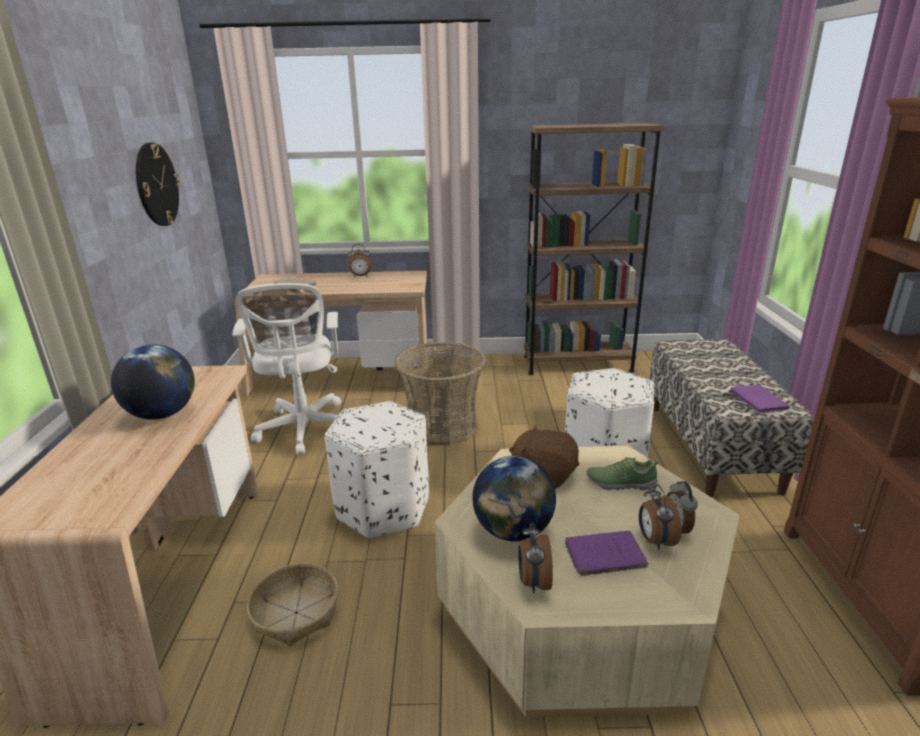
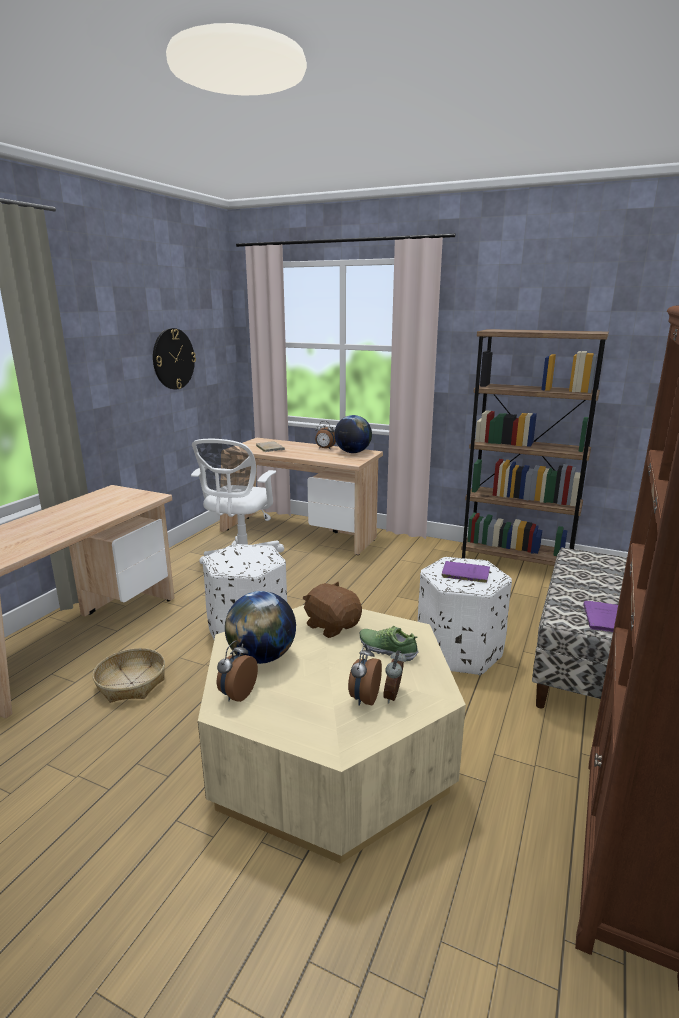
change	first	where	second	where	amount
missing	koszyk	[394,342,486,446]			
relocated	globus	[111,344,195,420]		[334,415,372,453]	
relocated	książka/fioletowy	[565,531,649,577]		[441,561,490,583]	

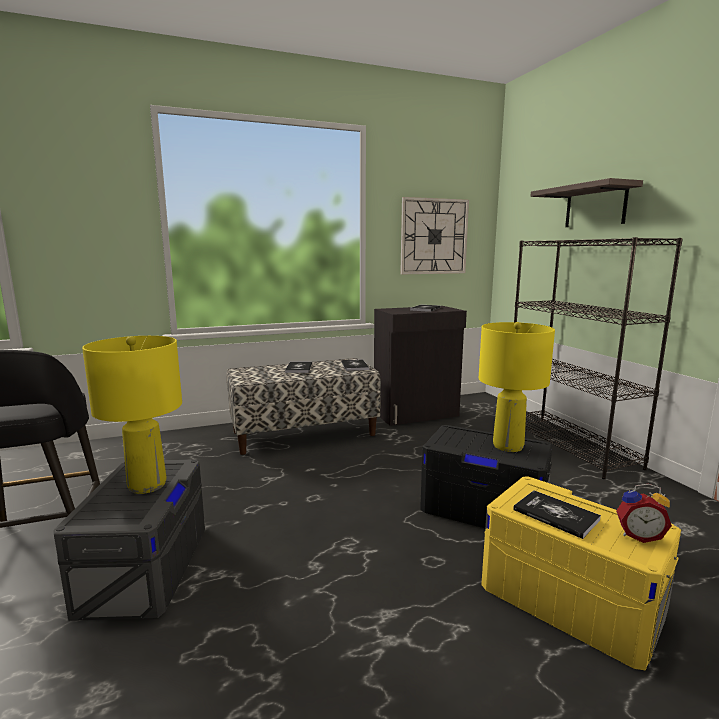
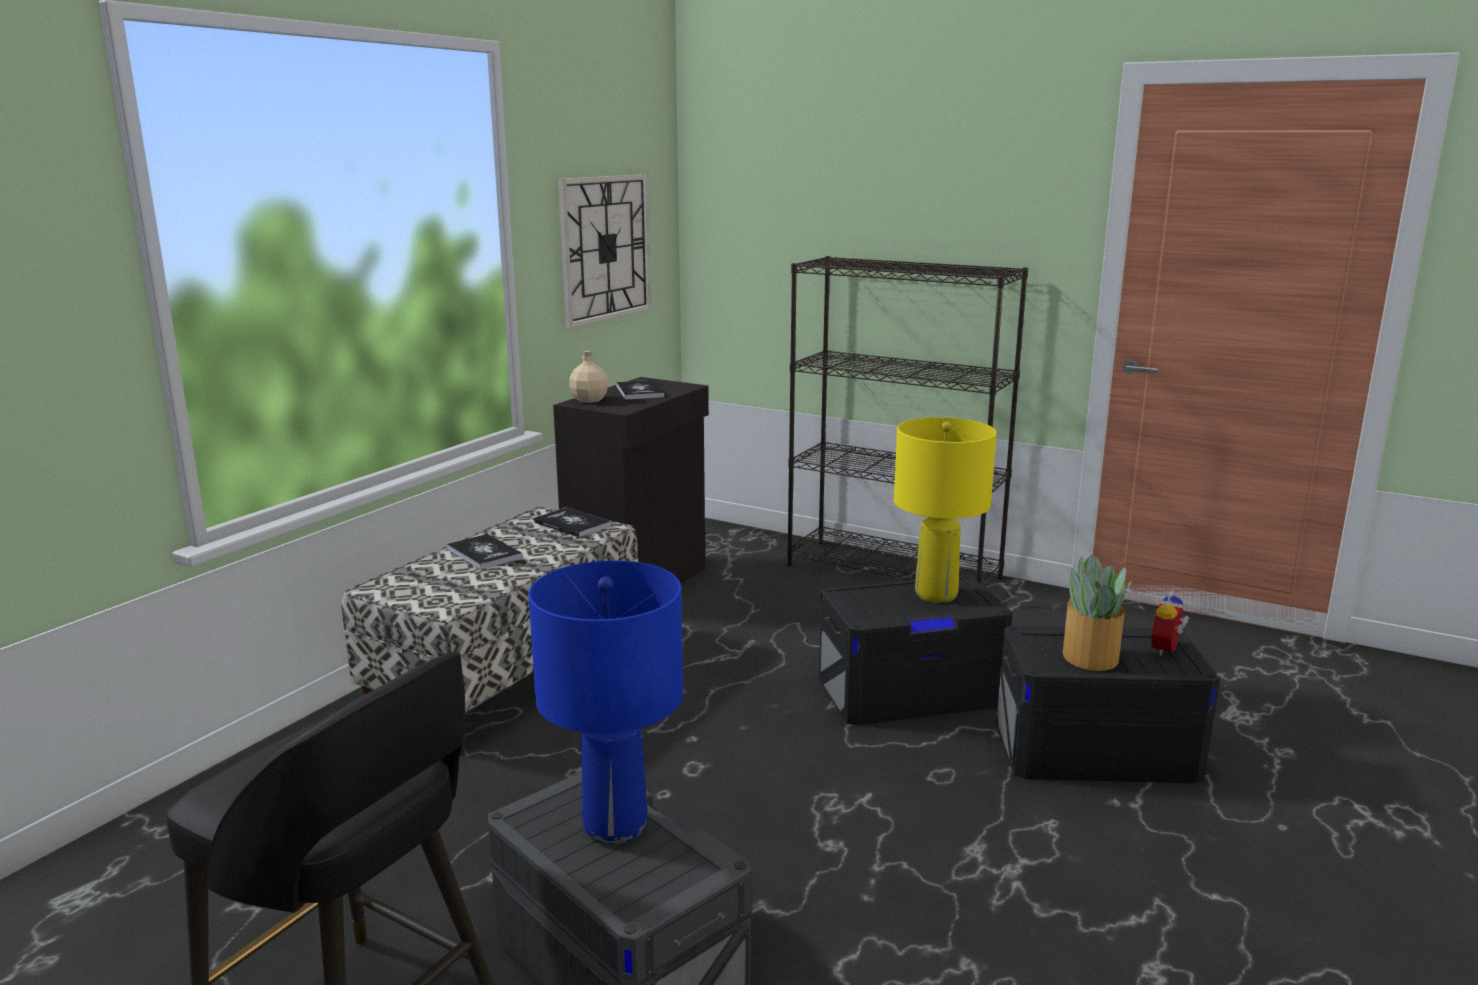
change	first	where	second	where	amount
missing	półka	[530,178,643,227]			
appeared			butelka/beżowy	[569,351,608,403]	
exchanged	książka	[513,490,601,539]	roślina doniczkowa	[1063,555,1132,671]	
colour	lampa stołowa/żółty	[82,336,182,494]	lampa stołowa/niebieski	[529,561,683,844]	
colour	pojemnik do przechowywania/żółty	[481,476,681,671]	pojemnik do przechowywania/czarny	[996,625,1220,784]	
spun	budzik	[616,484,672,543]		[1151,589,1190,656]	150 degrees clockwise

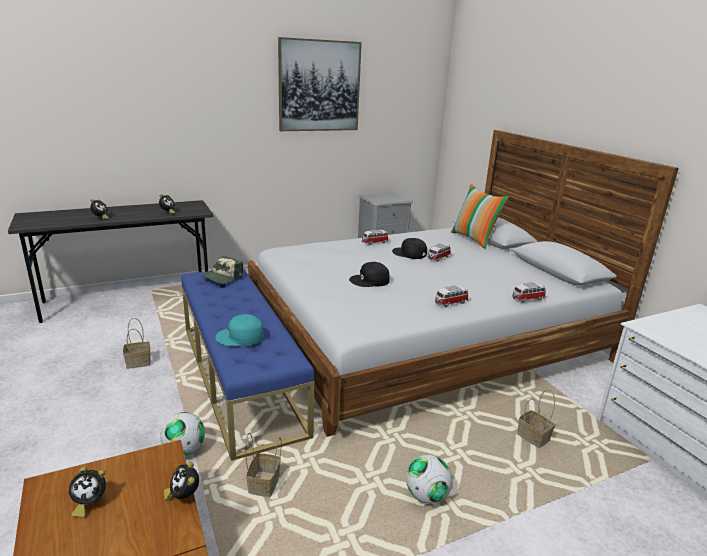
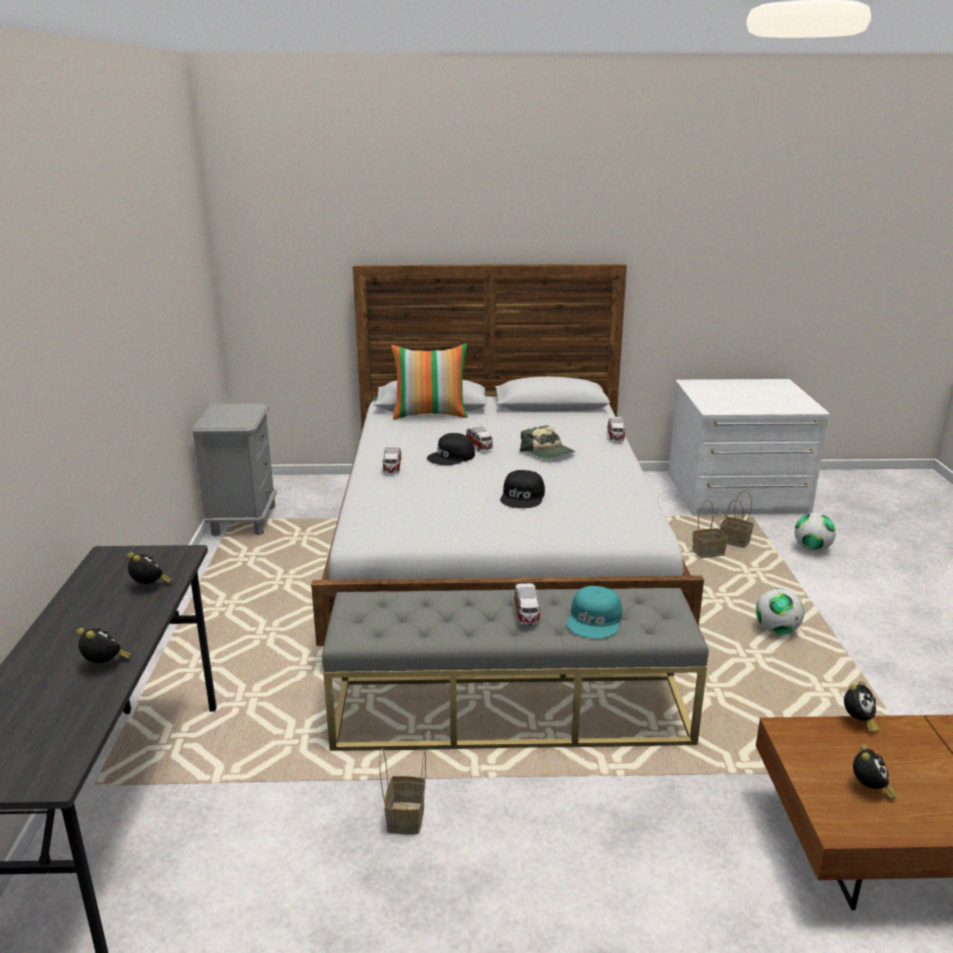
change	first	where	second	where	amount
missing	obraz	[278,37,362,131]			
relocated	piłka futbolowa	[160,412,205,456]		[794,513,836,552]	
relocated	czapka z daszkiem	[201,256,243,284]		[520,425,575,459]	
relocated	koszyk	[245,433,281,497]		[720,490,754,548]	
relocated	samochodzik	[435,286,468,307]		[514,583,541,625]	
colour	ławka/niebieski	[181,268,314,461]	ławka/szary	[322,588,709,751]	
spun	budzik	[164,462,199,501]		[844,681,879,733]	45 degrees counterclockwise

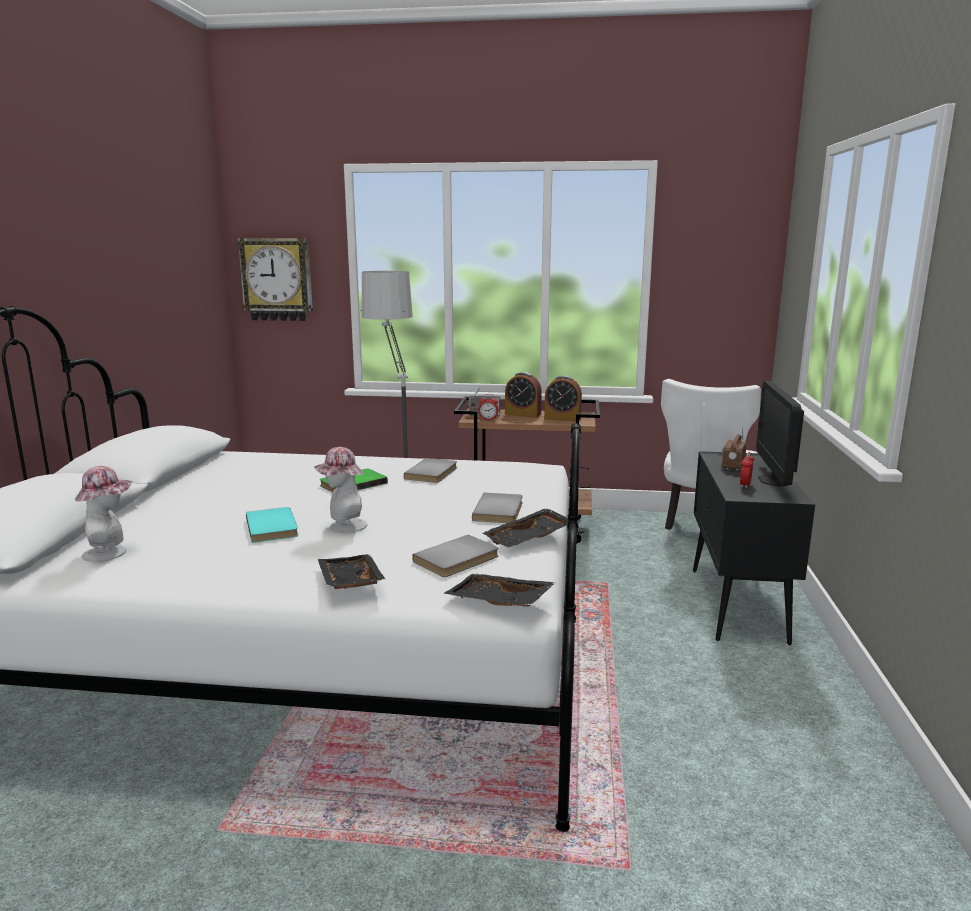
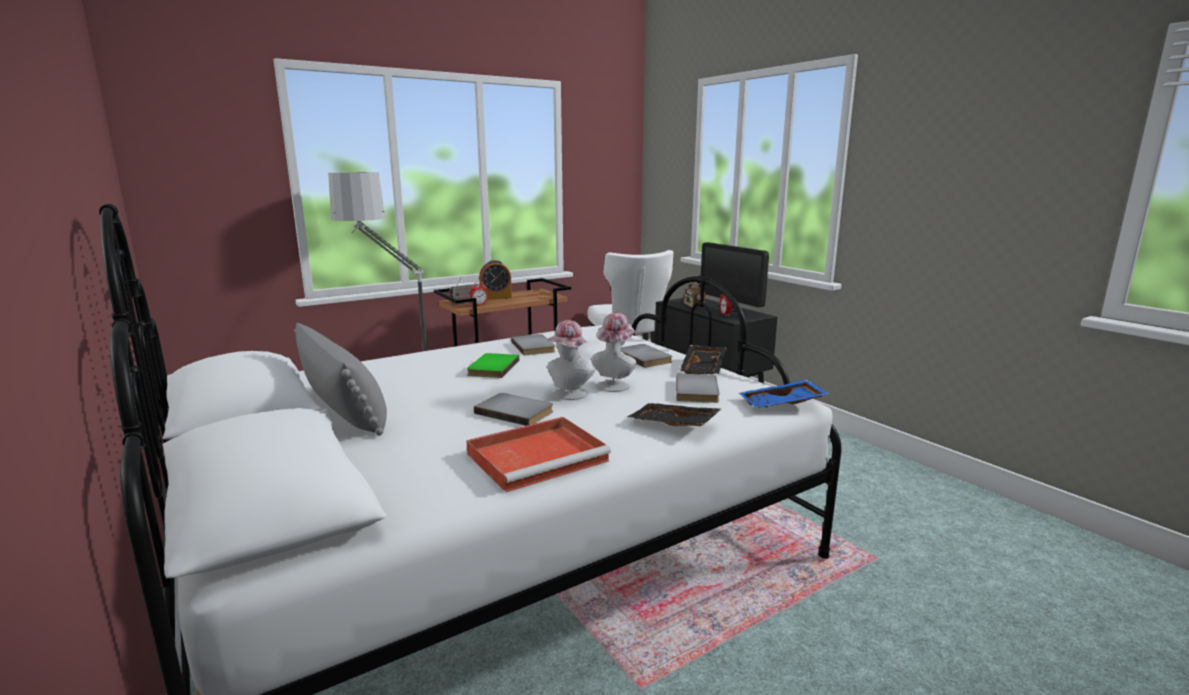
change	first	where	second	where	amount
missing	zegar ścienny	[236,238,313,321]			
missing	budzik	[544,375,582,422]			
appeared			poduszka/szary	[294,323,387,436]	
appeared			taca/czerwony	[466,417,611,492]	
relocated	kapelusz	[75,466,132,562]		[591,313,637,392]	
colour	książka/turkusowy	[246,507,298,543]	książka/szary	[474,393,553,426]	
colour	taca/czarny	[444,574,556,607]	taca/niebieski	[739,380,829,408]	

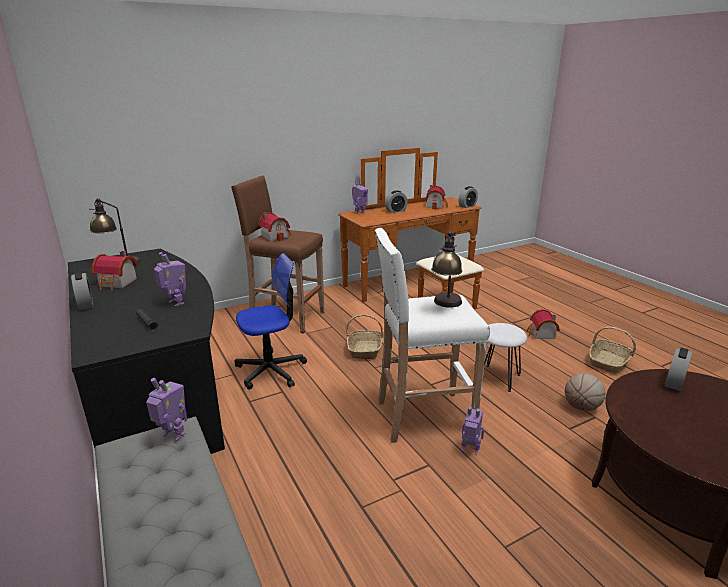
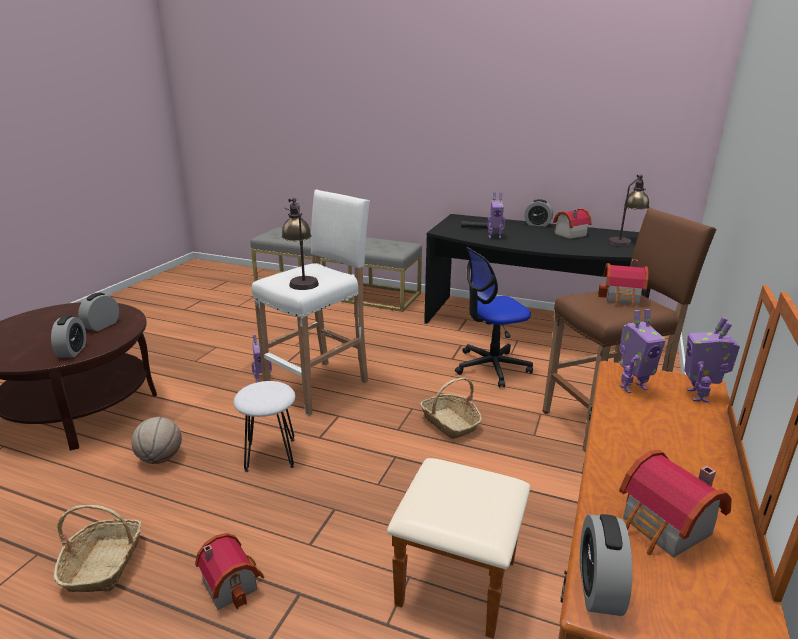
change	first	where	second	where	amount
relocated	robot zabawkowy	[146,378,187,441]		[619,309,666,393]	
relocated	budzik	[385,190,408,213]		[78,293,119,331]	
spun	krzesło biurowe	[235,253,307,390]		[455,247,533,387]	45 degrees clockwise

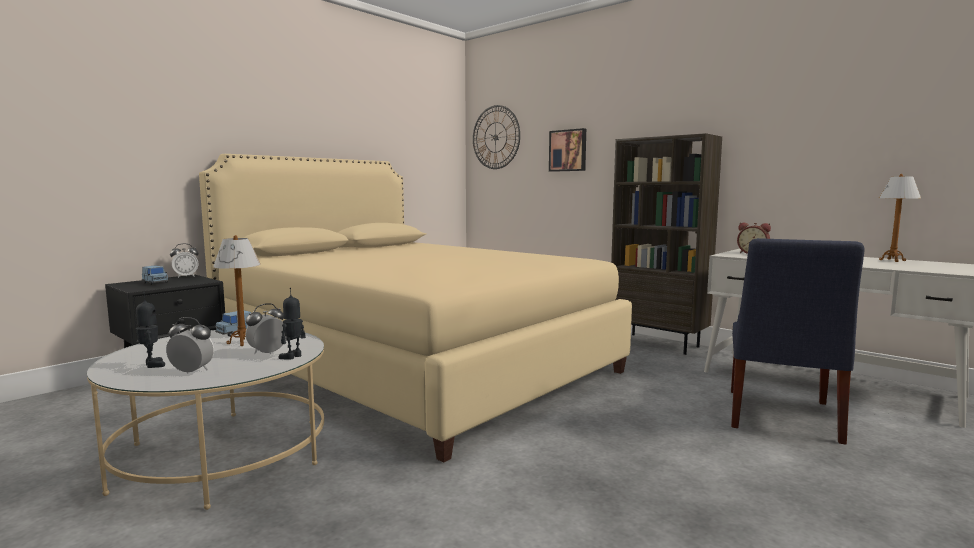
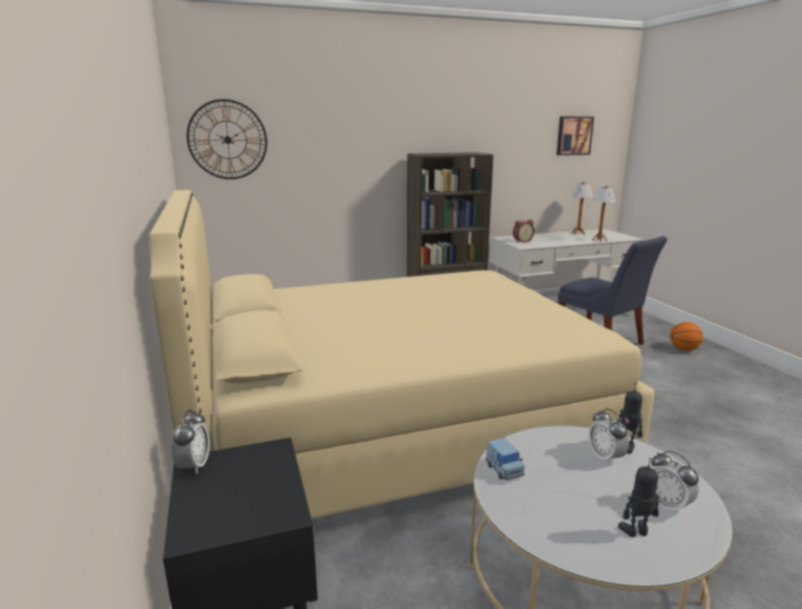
change	first	where	second	where	amount
missing	samochodzik/niebieski	[142,265,169,285]			
appeared			piłka do koszykówki	[670,322,703,351]	
relocated	lampa stołowa	[213,235,261,346]		[592,186,616,242]	
relocated	obraz	[549,128,586,172]		[557,117,594,155]	
spun	budzik	[166,317,214,374]		[651,451,699,516]	75 degrees counterclockwise

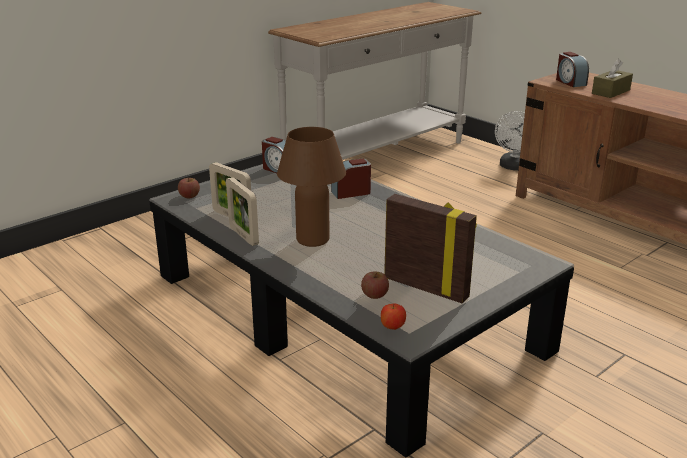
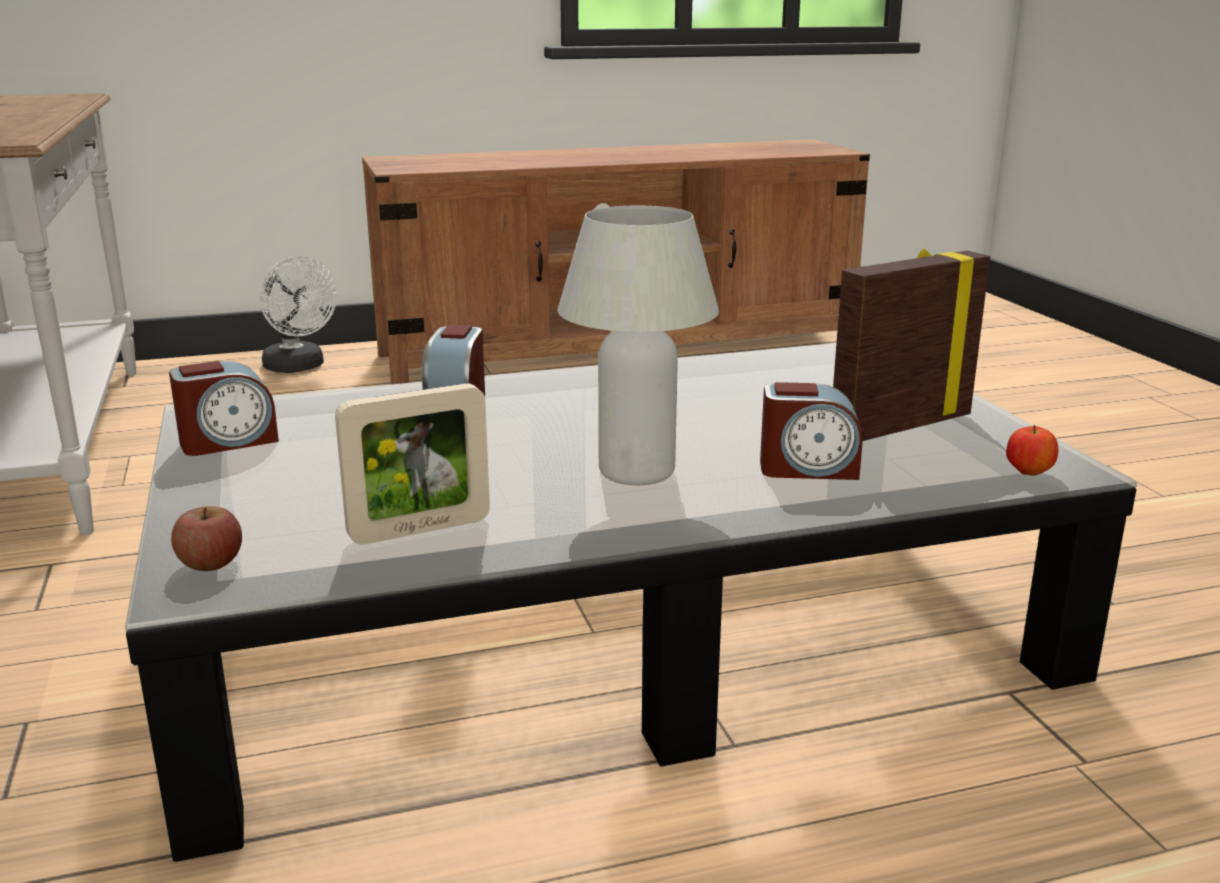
change	first	where	second	where	amount
missing	ramka na zdjęcie	[226,177,259,246]			
missing	jabłko	[361,272,389,299]			
missing	pudełko chusteczek/brązowy	[592,59,633,98]			
relocated	budzik	[556,52,589,87]		[760,382,863,480]	
colour	lampa stołowa/brązowy	[277,127,346,247]	lampa stołowa/biały	[558,206,719,485]	

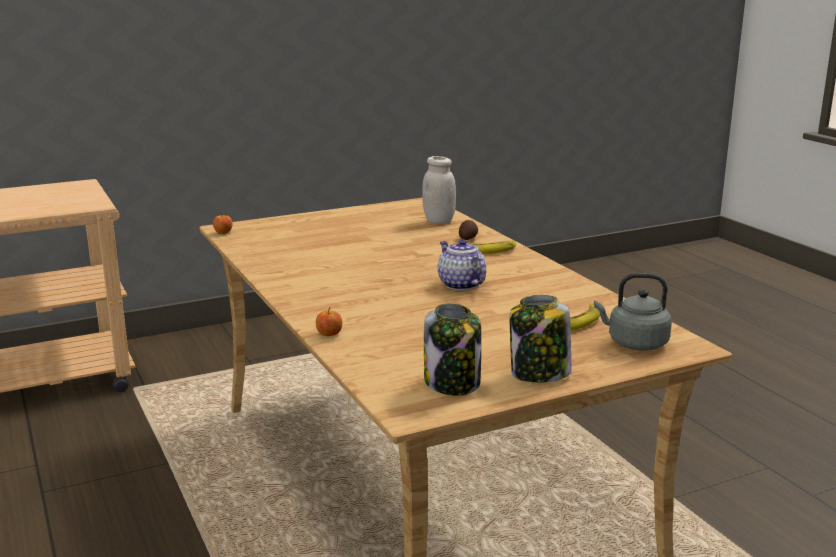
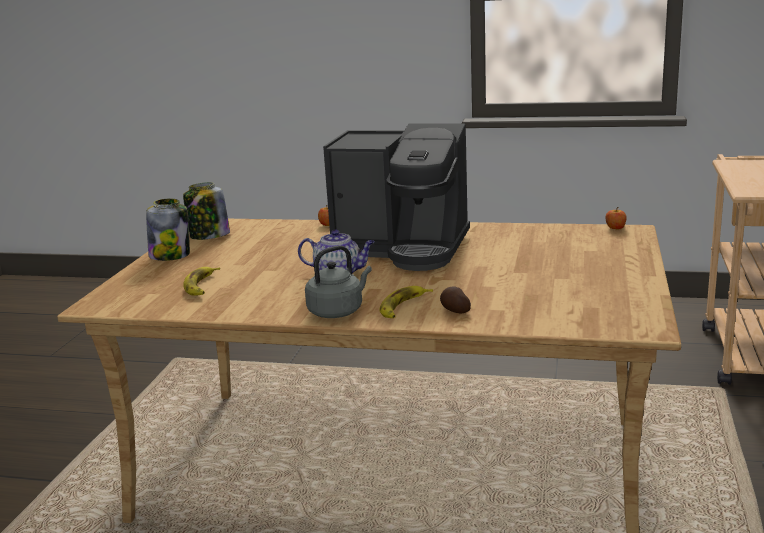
change	first	where	second	where	amount
missing	słoik/biały	[422,156,456,224]			
appeared			ekspres do kawy	[323,123,470,271]	
relocated	czajnik/szary	[594,273,672,351]		[305,245,372,318]	

